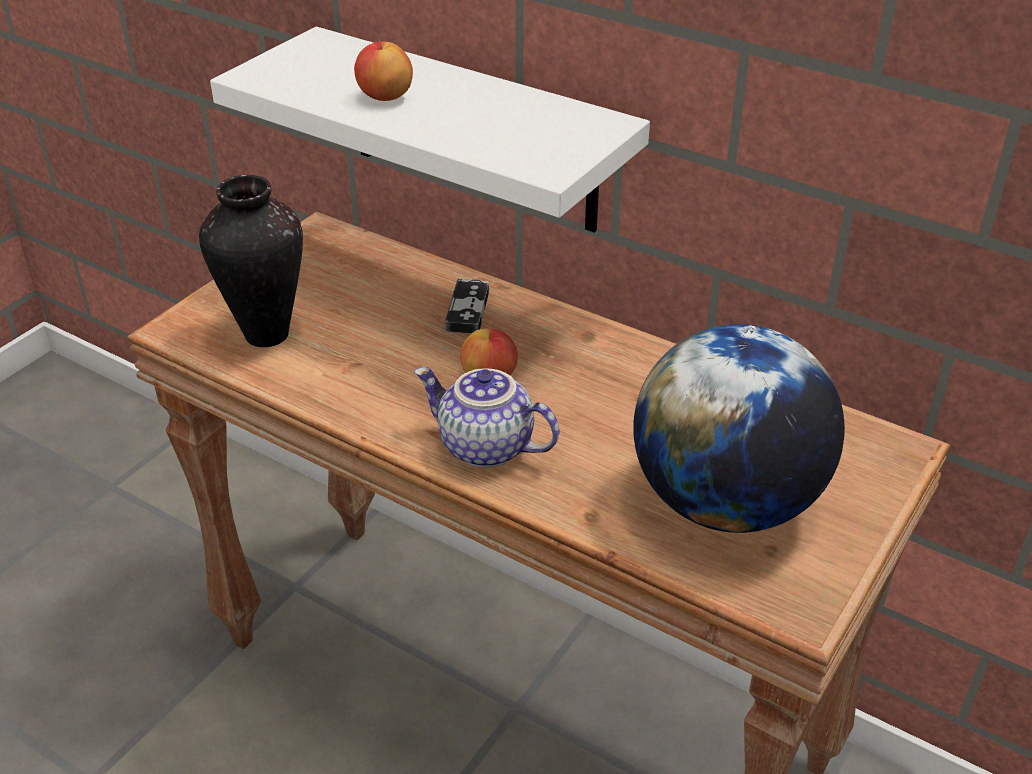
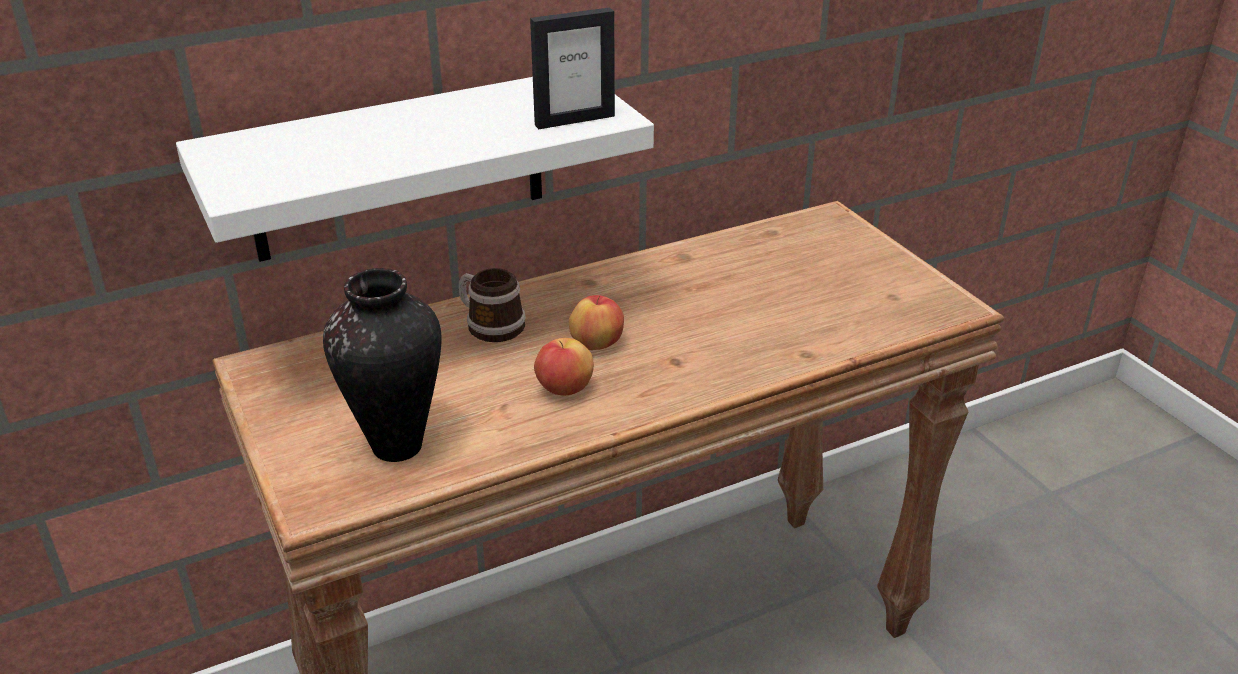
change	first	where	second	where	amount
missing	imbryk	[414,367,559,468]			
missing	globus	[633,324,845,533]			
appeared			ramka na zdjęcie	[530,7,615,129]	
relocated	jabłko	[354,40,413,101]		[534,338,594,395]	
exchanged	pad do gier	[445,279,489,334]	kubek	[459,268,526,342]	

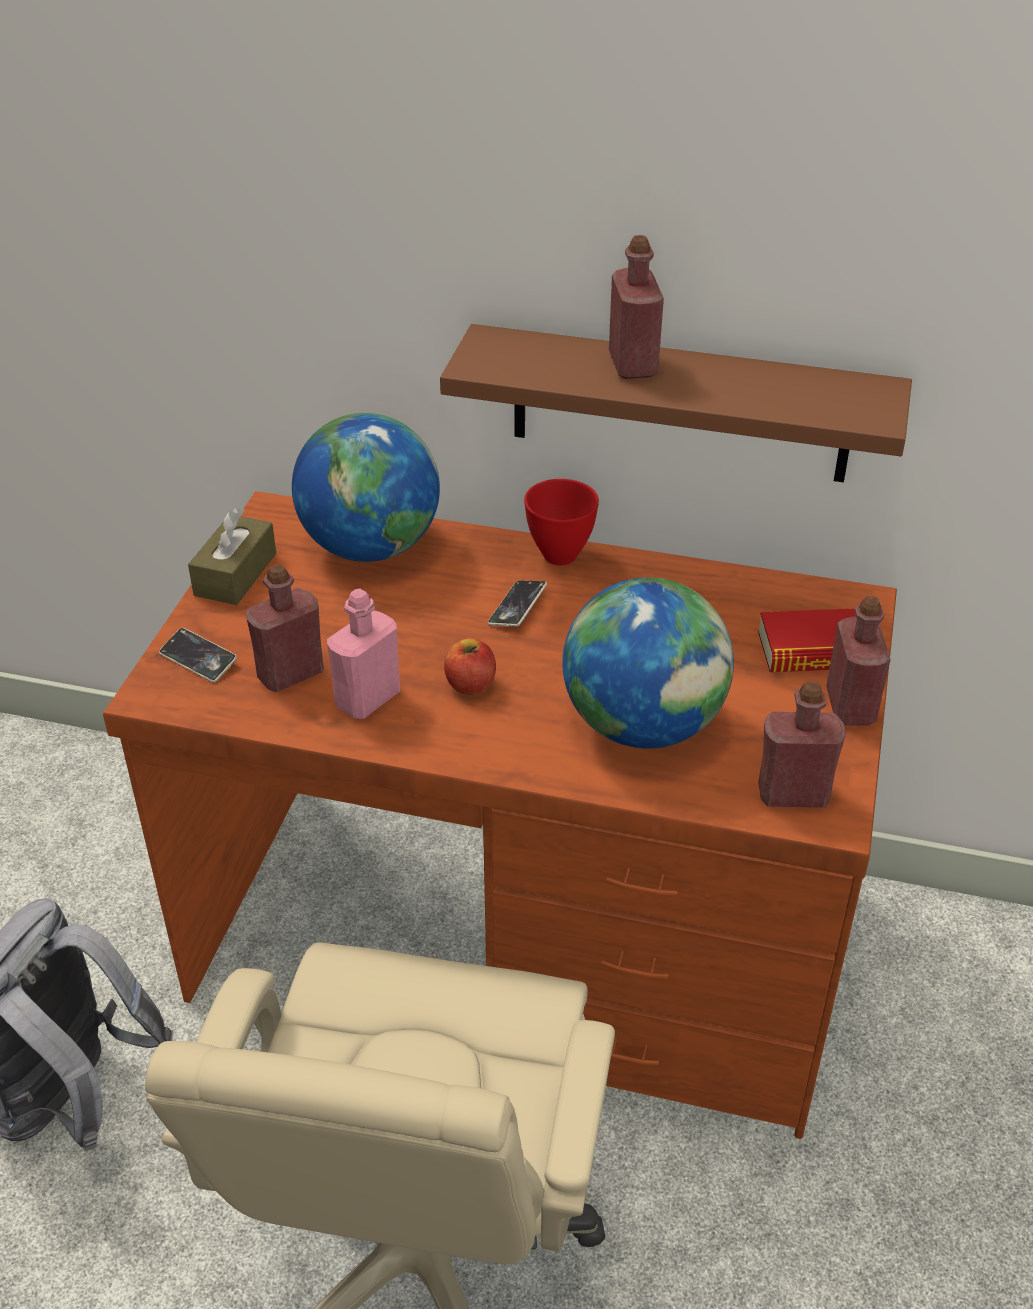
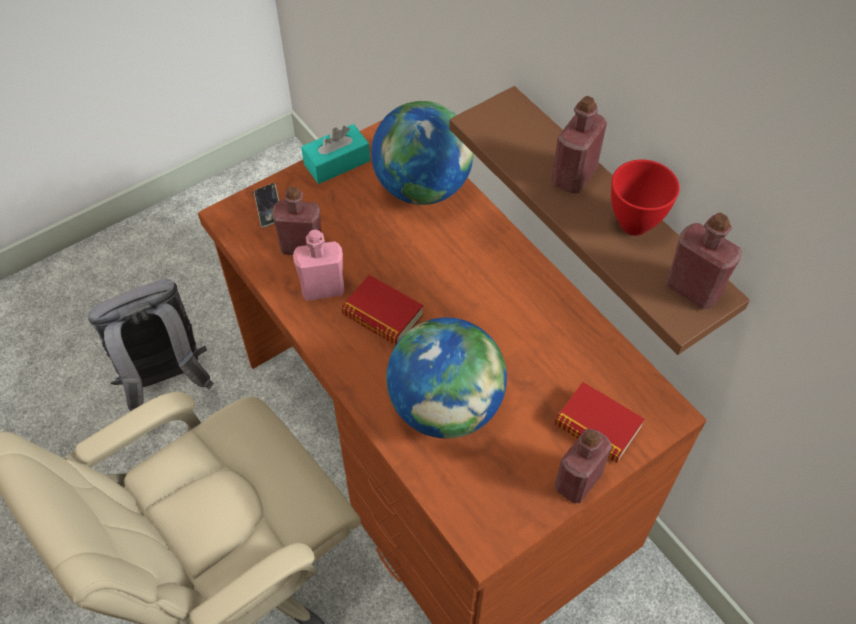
change	first	where	second	where	amount
missing	telefon	[488,580,547,627]			
relocated	miska/czerwony	[524,479,599,565]		[611,160,679,236]	
relocated	butelka/czerwony	[758,682,846,808]		[666,213,742,310]	
exchanged	jabłko	[444,639,496,695]	książka	[342,275,423,345]	
colour	pudełko chusteczek/brązowy	[188,507,276,605]	pudełko chusteczek/turkusowy	[301,124,370,184]	

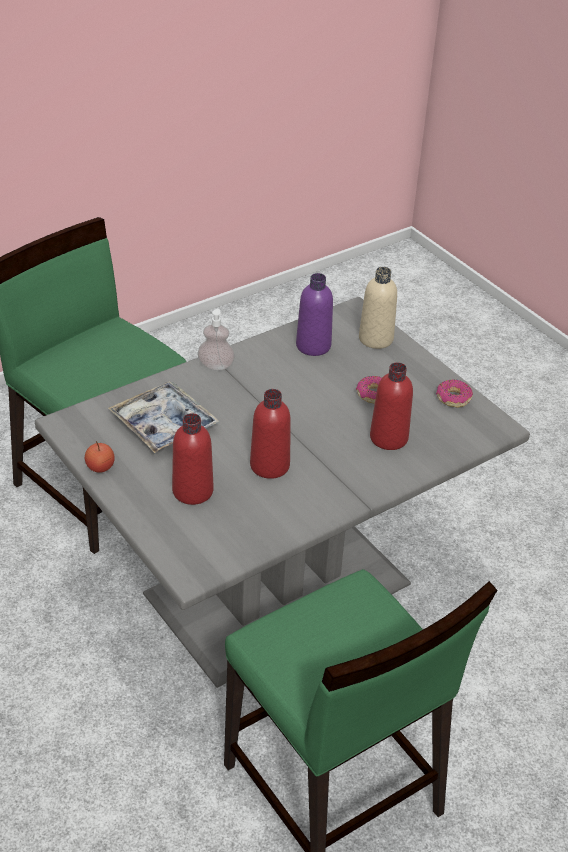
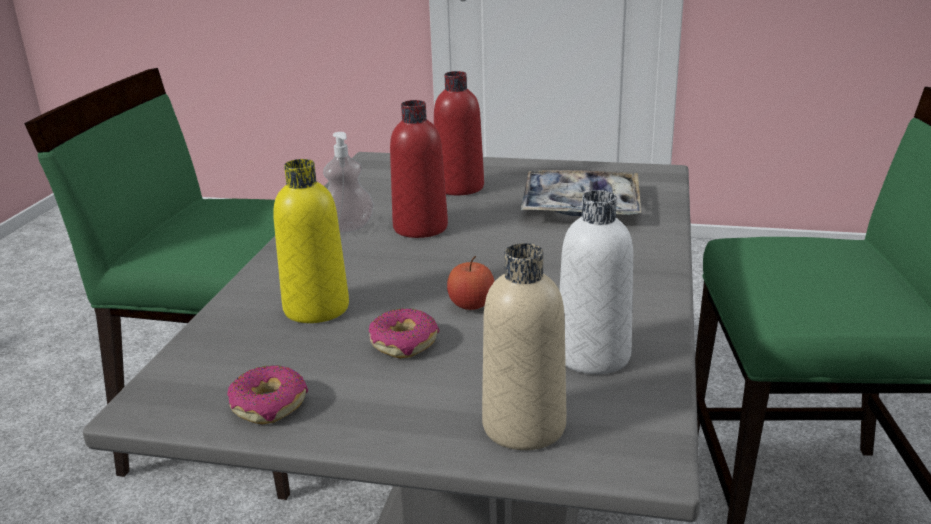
change	first	where	second	where	amount
relocated	jabłko	[85,441,115,473]		[447,256,494,310]	
relocated	dozownik mydła	[198,309,235,371]		[323,132,374,233]	
colour	butelka/fioletowy	[296,273,333,356]	butelka/biały	[560,190,633,374]	
colour	butelka/czerwony	[370,362,413,450]	butelka/żółty	[273,159,349,323]	

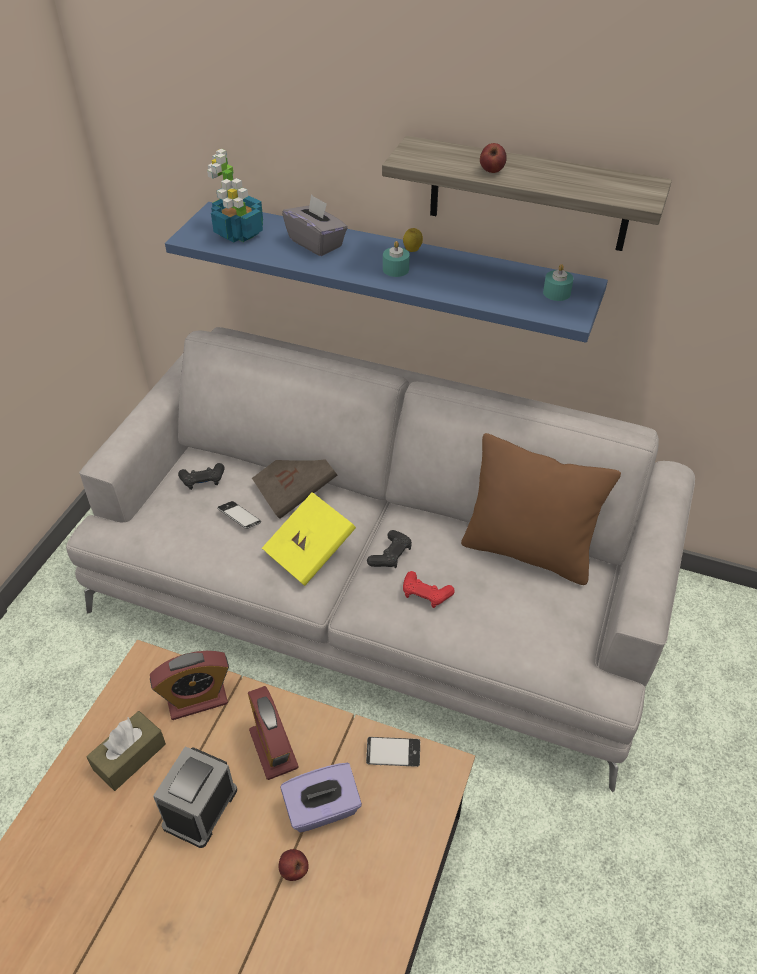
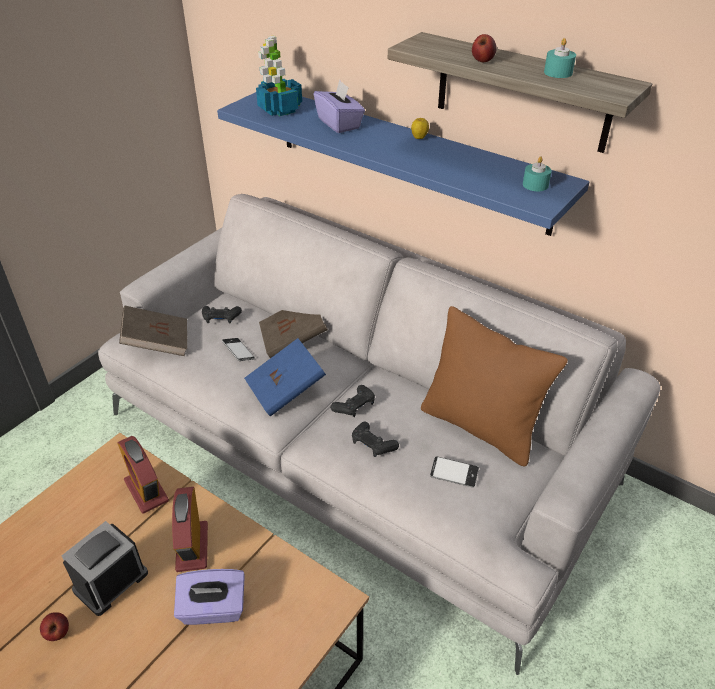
change	first	where	second	where	amount
missing	pudełko chusteczek/brązowy	[87,711,166,791]			
appeared			książka/brązowy	[119,306,187,356]	
relocated	jabłko	[279,849,309,881]		[40,612,69,641]	
relocated	telefon	[366,737,420,767]		[430,456,479,487]	
relocated	świeca/turkusowy	[383,241,410,277]		[544,38,576,78]	
colour	książka/żółty	[262,492,356,586]	książka/niebieski	[244,338,326,416]	
colour	pudełko chusteczek/szary	[282,194,348,256]	pudełko chusteczek/fioletowy	[314,80,365,133]	
colour	pad do gier/czerwony	[403,571,455,608]	pad do gier/czarny	[352,422,399,457]	
spun	budzik	[150,651,229,720]		[117,436,169,514]	60 degrees clockwise

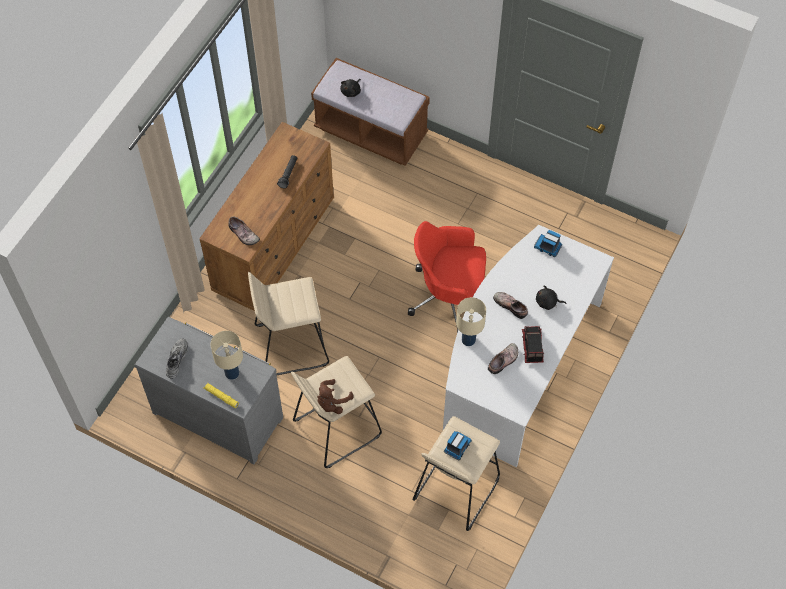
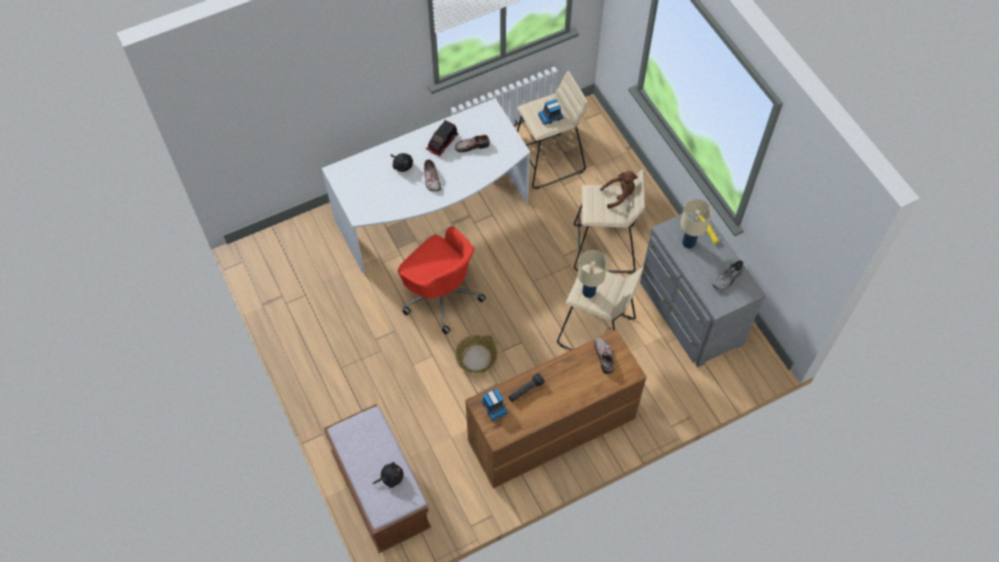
change	first	where	second	where	amount
appeared			koszyk	[455,335,498,374]	
relocated	lampa stołowa/beżowy	[456,297,486,346]		[578,250,607,298]	
relocated	ciężarówka zabawkowa	[534,230,562,257]		[481,389,508,421]	

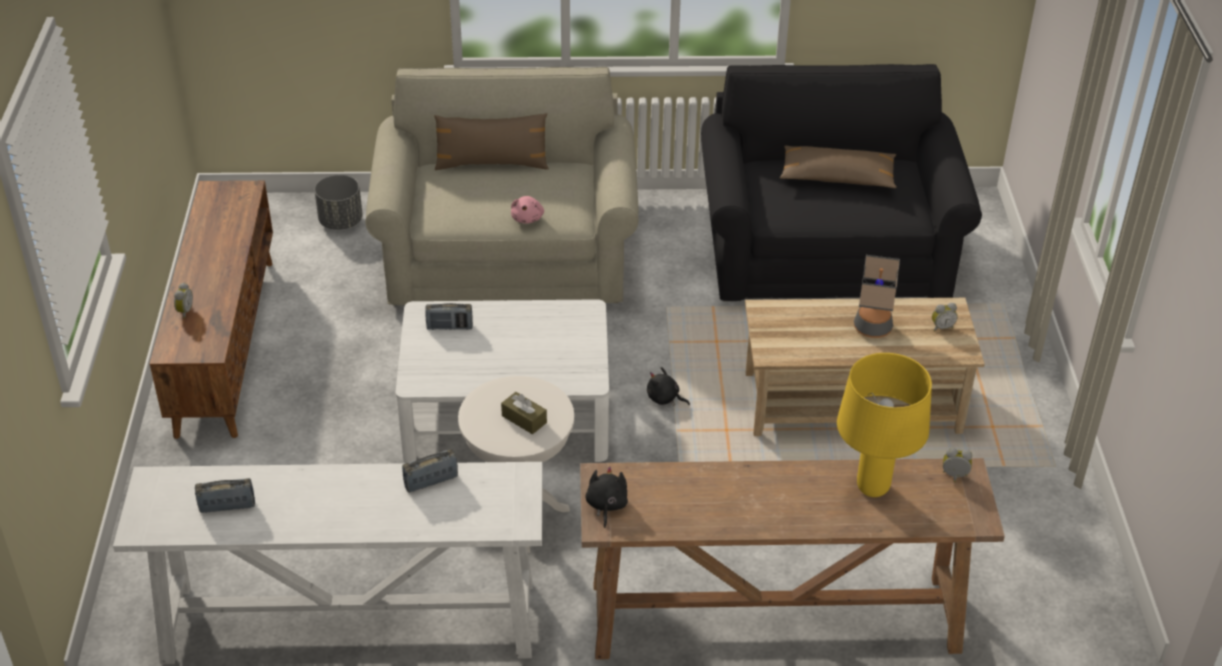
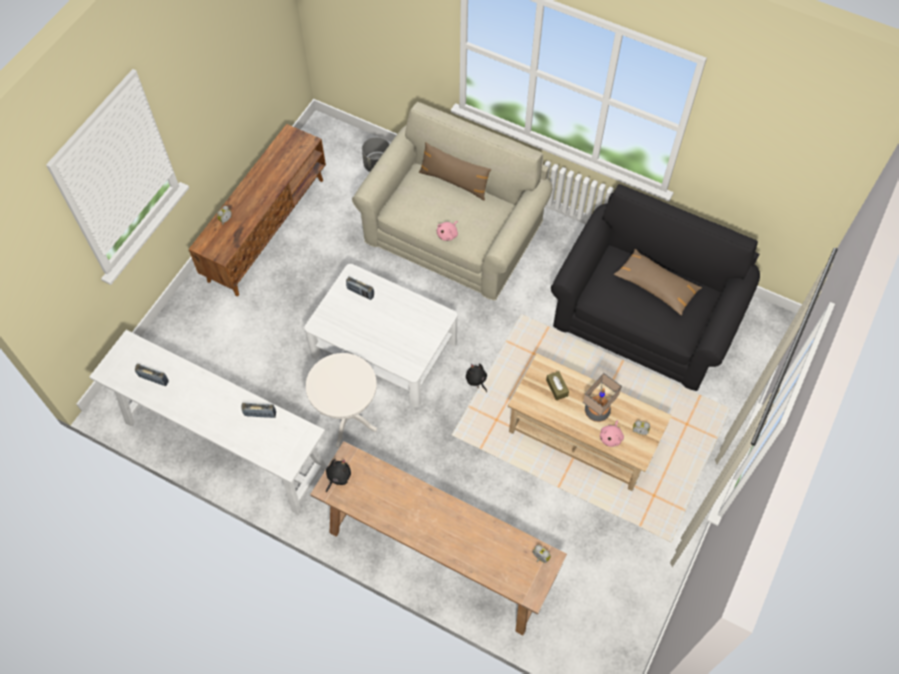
change	first	where	second	where	amount
missing	lampa stołowa/żółty	[837,353,932,497]			
appeared			pluszak/różowy	[600,420,624,447]	
relocated	pudełko chusteczek/brązowy	[501,392,547,434]		[546,371,569,400]	

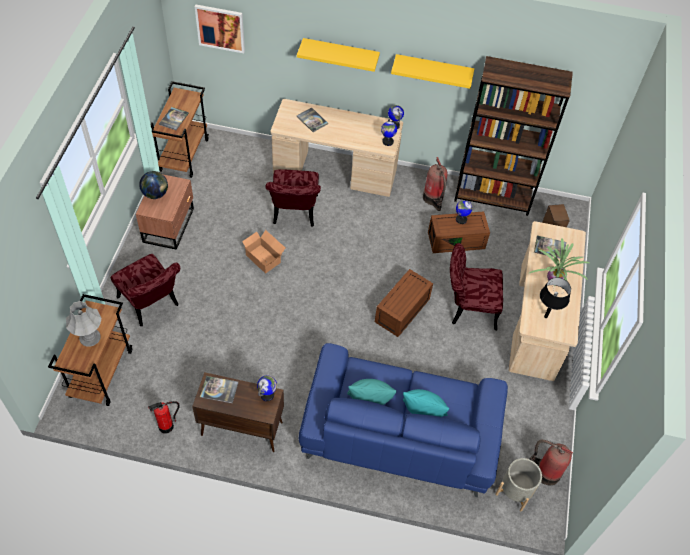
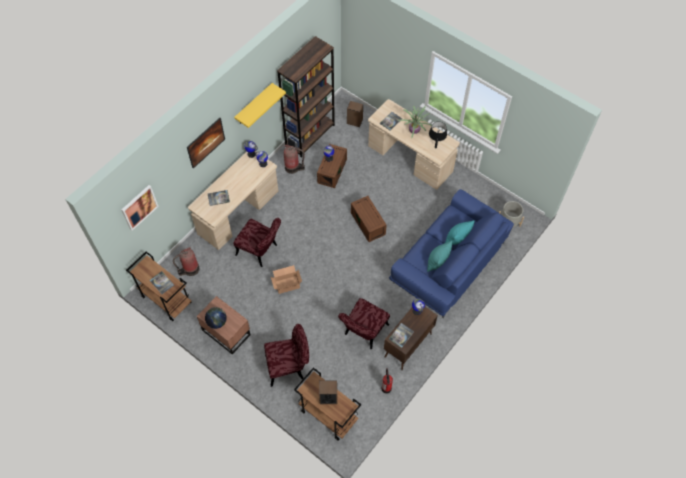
change	first	where	second	where	amount
relocated	krzesło/czerwony	[450,243,503,330]		[338,298,390,349]	
relocated	gaśnica	[530,440,573,485]		[173,247,200,276]	
exchanged	lampa stołowa/szary	[66,301,101,347]	głośnik	[319,380,337,404]	
exchanged	półka/żółty	[297,38,380,72]	obraz	[187,118,225,169]	

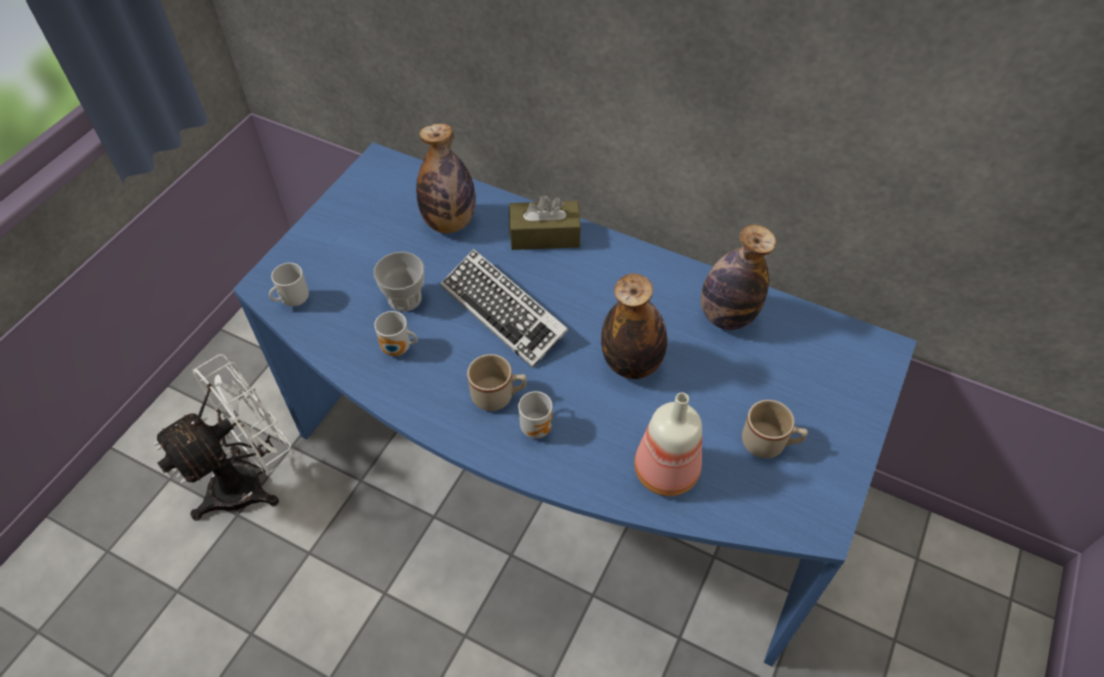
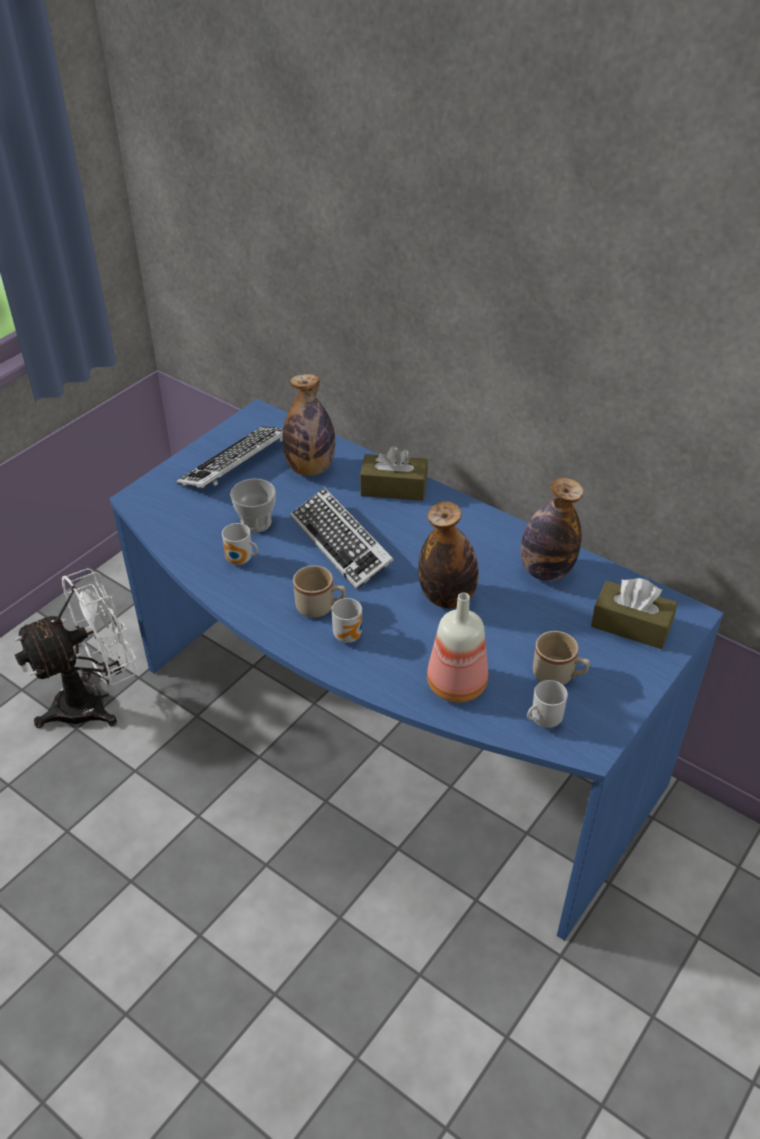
change	first	where	second	where	amount
appeared			klawiatura	[177,426,283,488]	
appeared			pudełko chusteczek/brązowy	[591,578,677,649]	
relocated	kubek	[269,263,309,306]		[527,680,568,728]	

